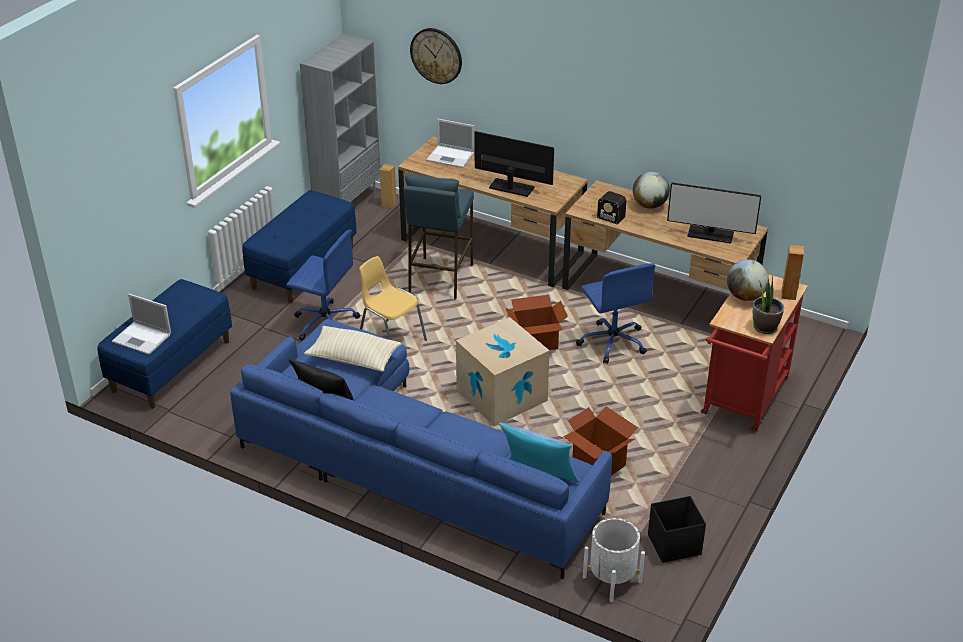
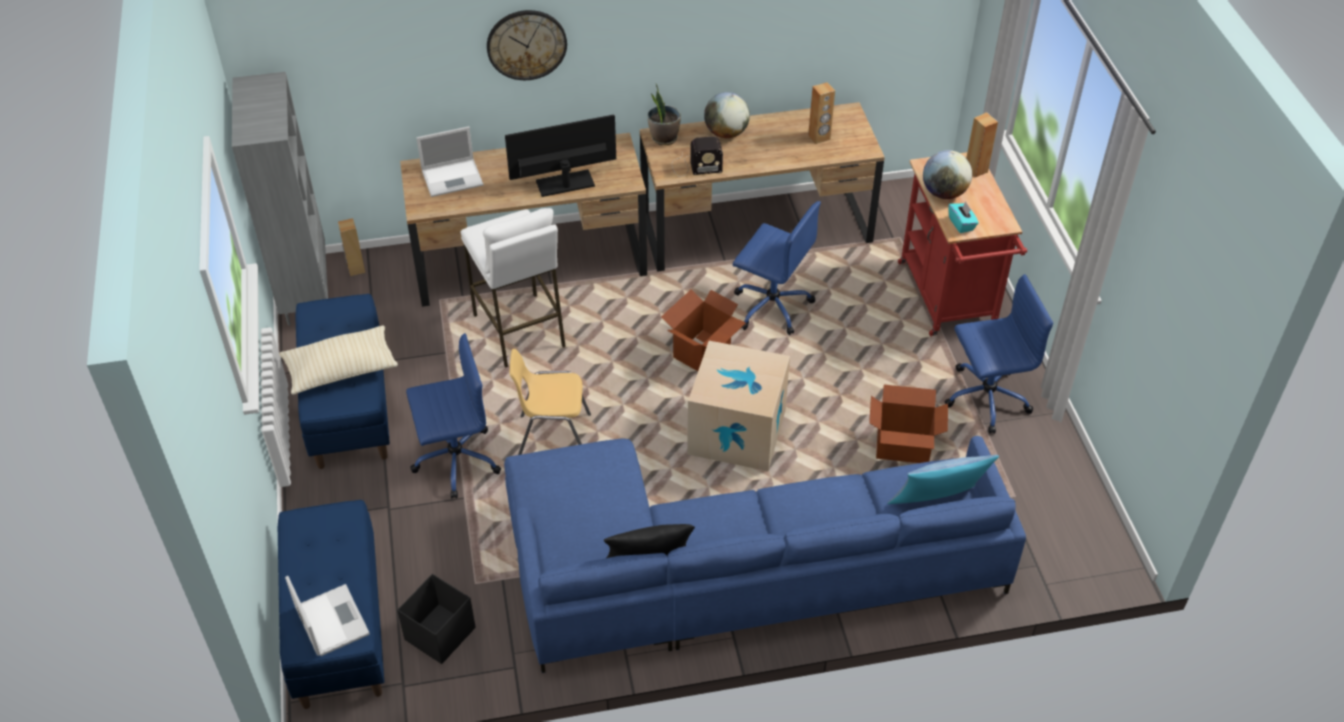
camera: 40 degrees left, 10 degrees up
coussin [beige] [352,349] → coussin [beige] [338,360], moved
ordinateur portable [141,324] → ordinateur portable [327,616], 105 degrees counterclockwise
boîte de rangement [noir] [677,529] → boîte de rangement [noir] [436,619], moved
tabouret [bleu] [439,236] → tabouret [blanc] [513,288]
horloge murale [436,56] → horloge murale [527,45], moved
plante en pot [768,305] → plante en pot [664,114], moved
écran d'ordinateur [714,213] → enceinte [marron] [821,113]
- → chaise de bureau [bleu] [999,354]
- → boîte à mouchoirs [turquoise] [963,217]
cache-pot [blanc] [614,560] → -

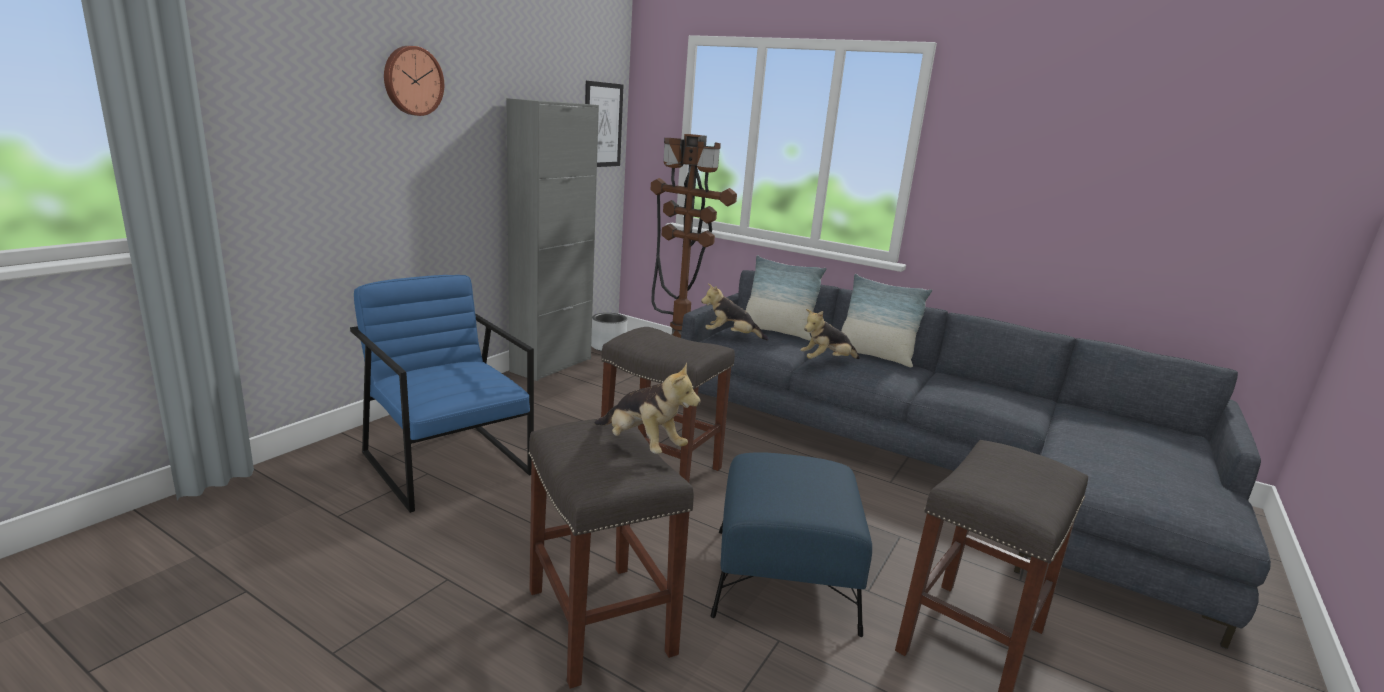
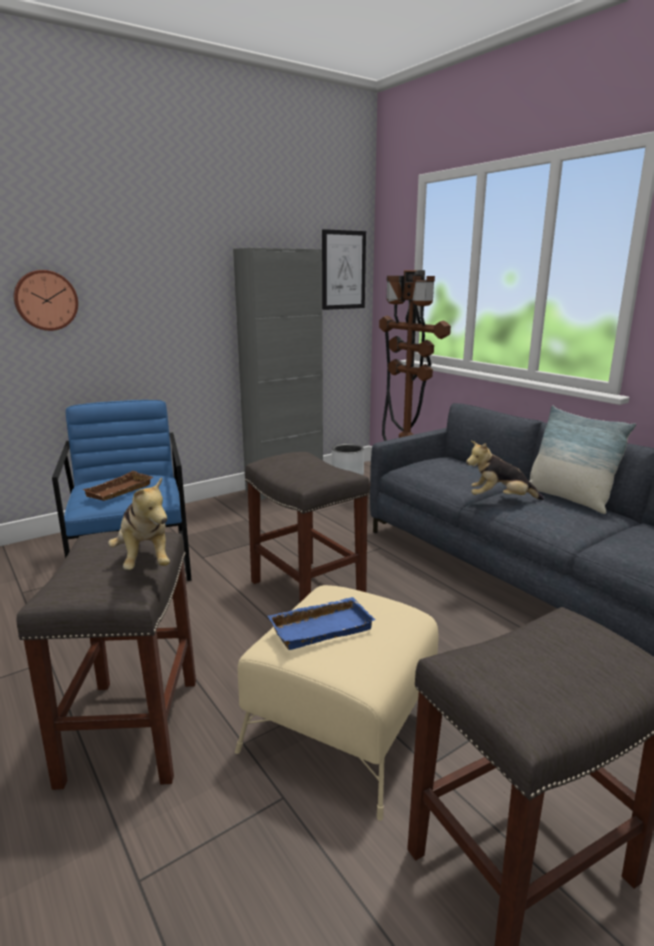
camera: 25 degrees right, 0 degrees up
horloge murale [414,81] → horloge murale [46,300], moved
- → plateau [marron] [117,486]
pouf [bleu] [791,544] → pouf [beige] [337,703]
- → plateau [bleu] [321,623]
peluche [734,312] → -
coussin [786,297] → -

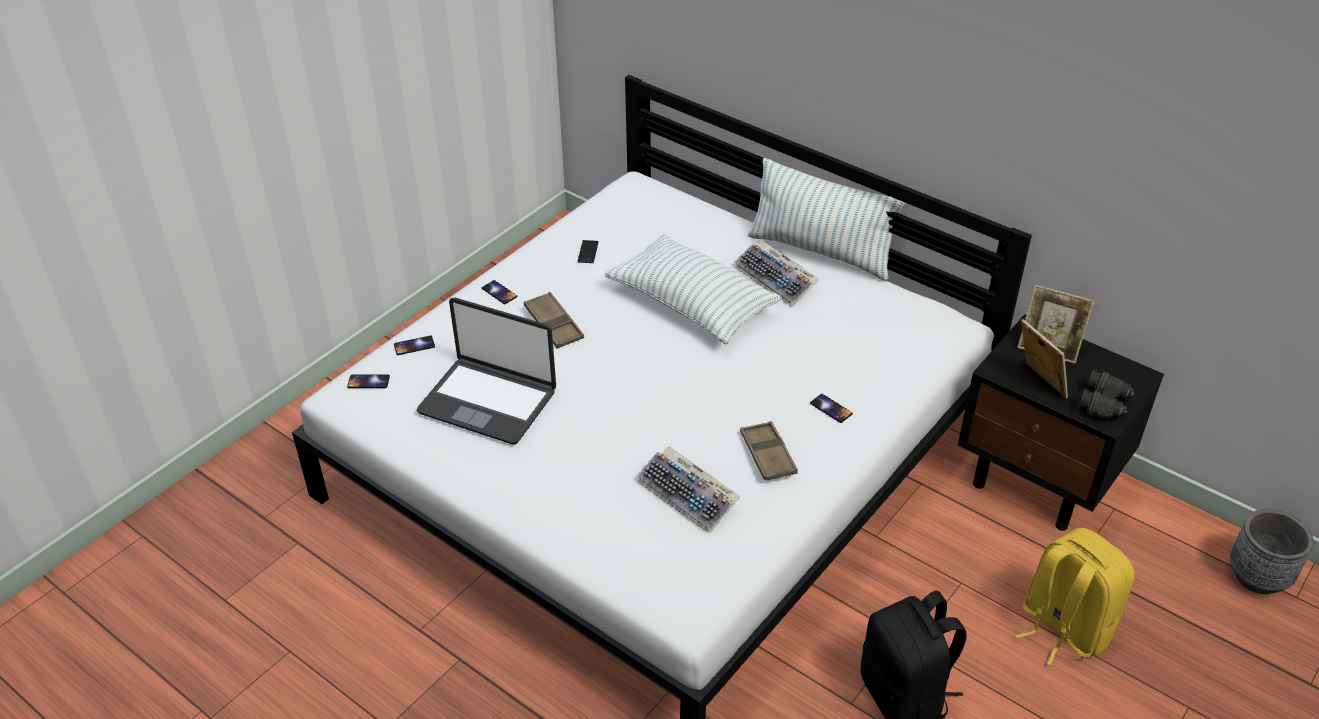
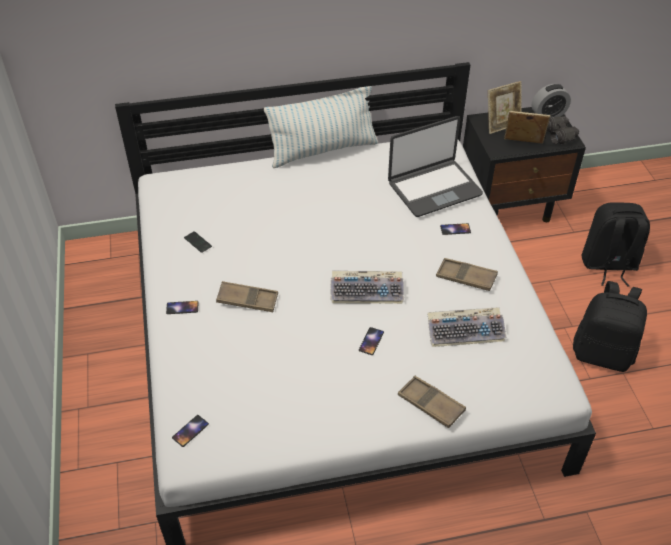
camera: 50 degrees left, 5 degrees up
clavier [777,274] → clavier [367,287], moved
téléphone [414,345] → téléphone [371,341], moved
ordinateur portable [486,371] → ordinateur portable [435,166], moved
- → plateau [marron] [432,402]
- → réveil [551,100]
sac à dos [jaune] [1075,596] → sac à dos [noir] [615,244]
coussin [693,289] → -
cache-pot [gris] [1272,551] → -

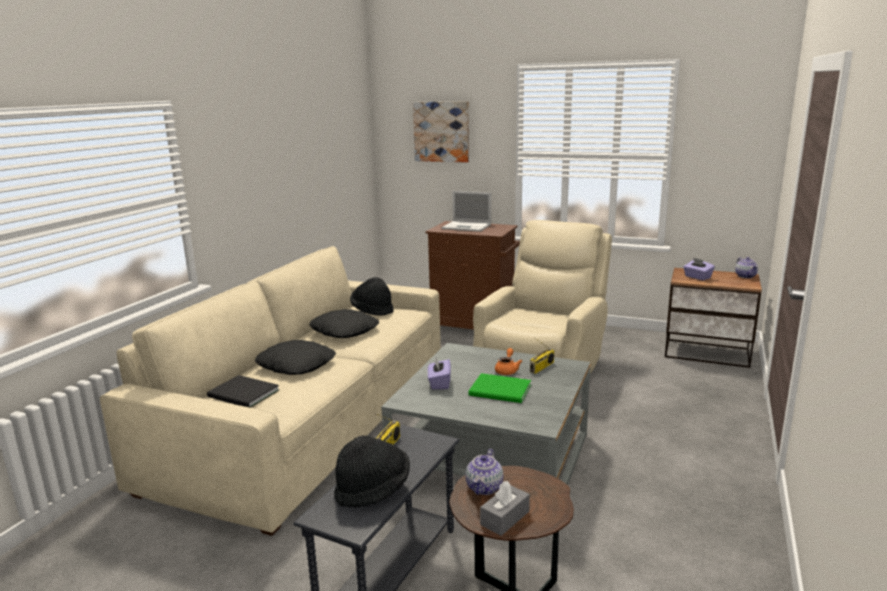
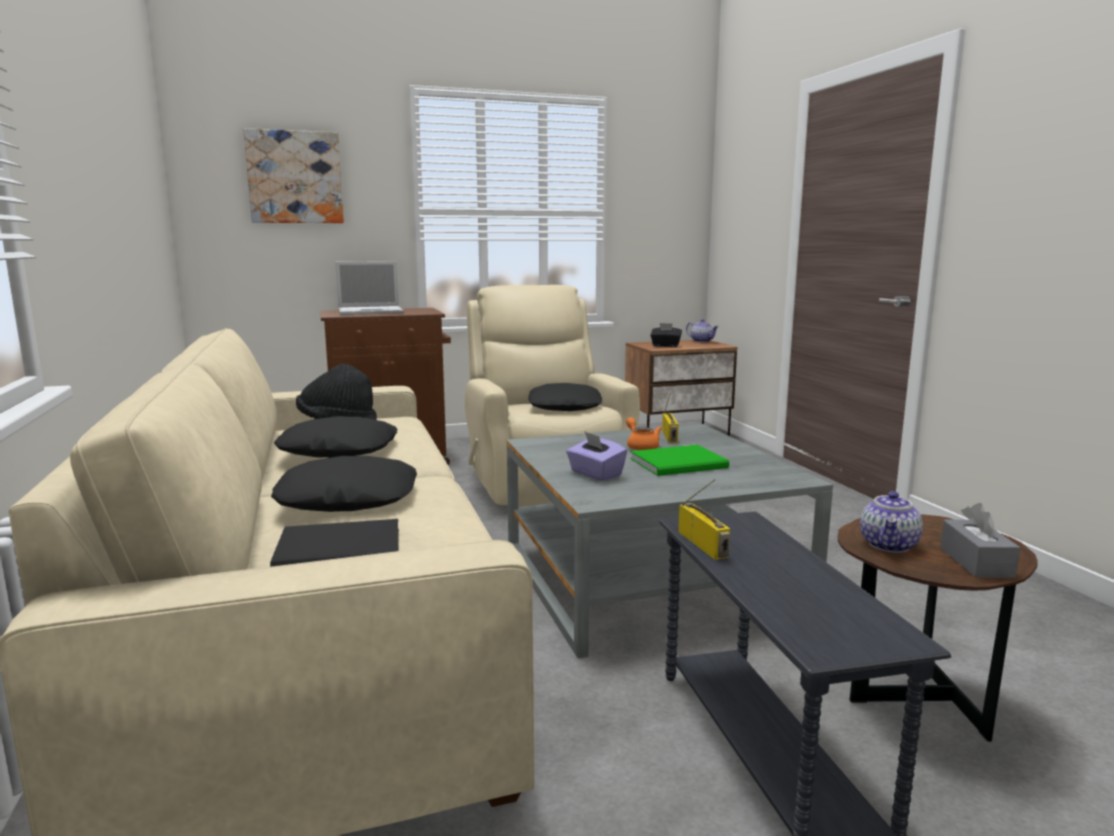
camera: 40 degrees left, 5 degrees down
- → coussin [noir] [565,397]
boîte à mouchoirs [violet] [699,269] → boîte à mouchoirs [noir] [666,335]
théière [485,472] → théière [891,522], 45 degrees clockwise
chapeau [noir] [372,471] → -

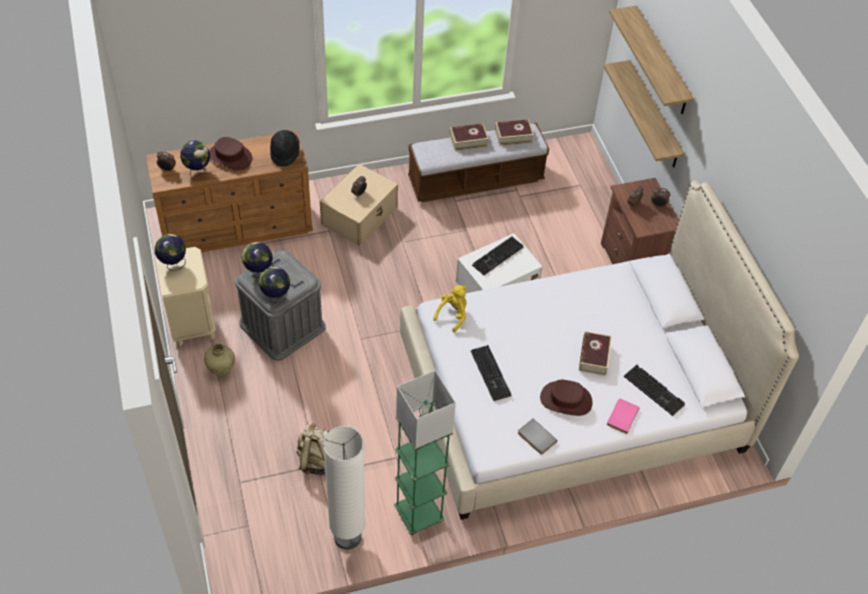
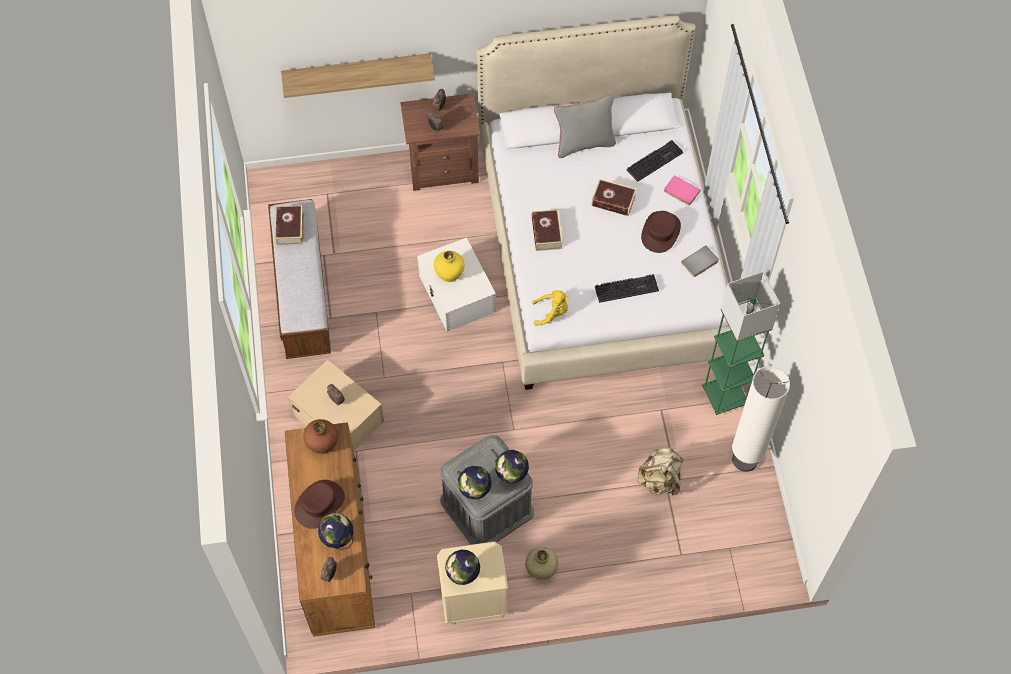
camera: 80 degrees left, 10 degrees up
chapeau [noir] [284,148] → vase [marron] [320,436]
clavier [498,255] → vase [jaune] [449,267]
livre [469,137] → livre [547,230], moved
peluche [jaune] [450,308] → peluche [jaune] [550,308], 135 degrees clockwise
- → coussin [gris] [585,126]
étagère [651,59] → -

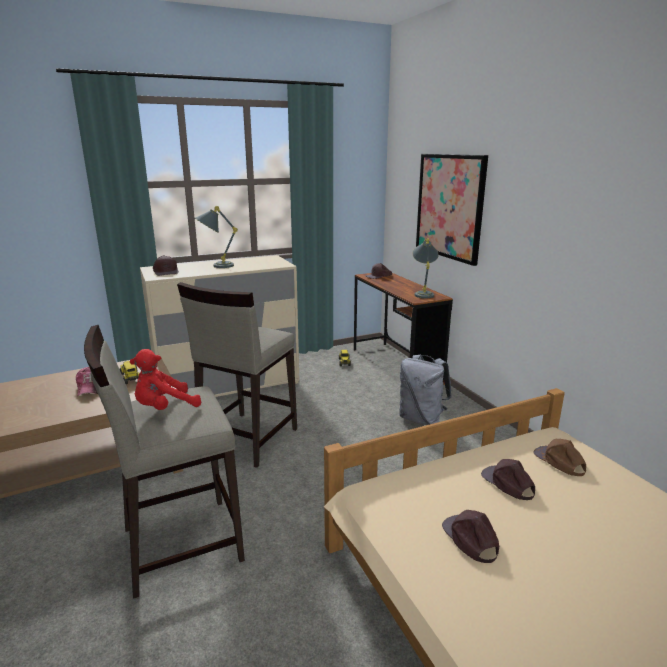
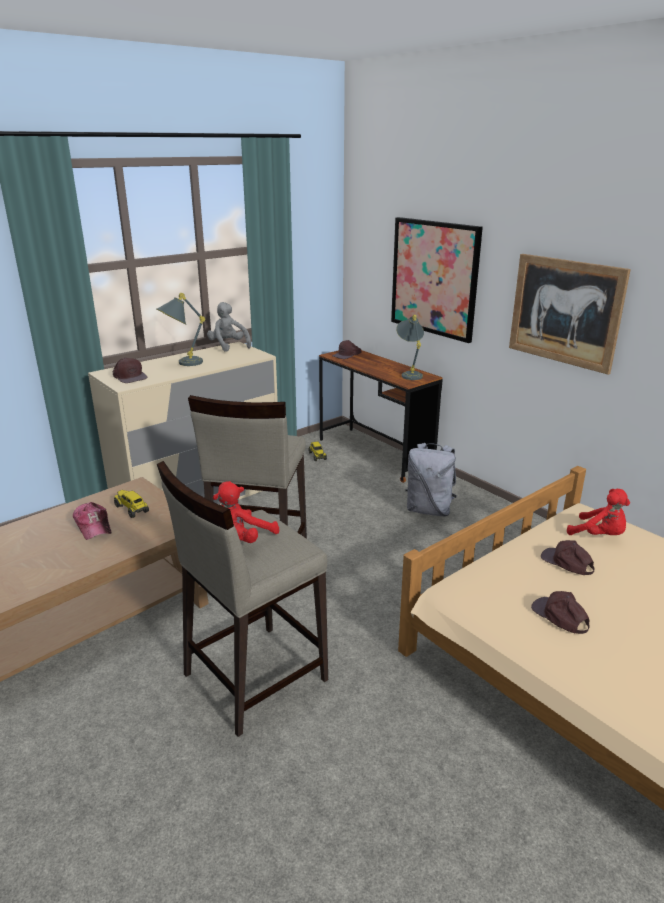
camera: 15 degrees left, 5 degrees up
- → peluche [gris] [229,327]
- → tableau [570,314]
casquette [marron] [559,457] → peluche [rouge] [598,512]

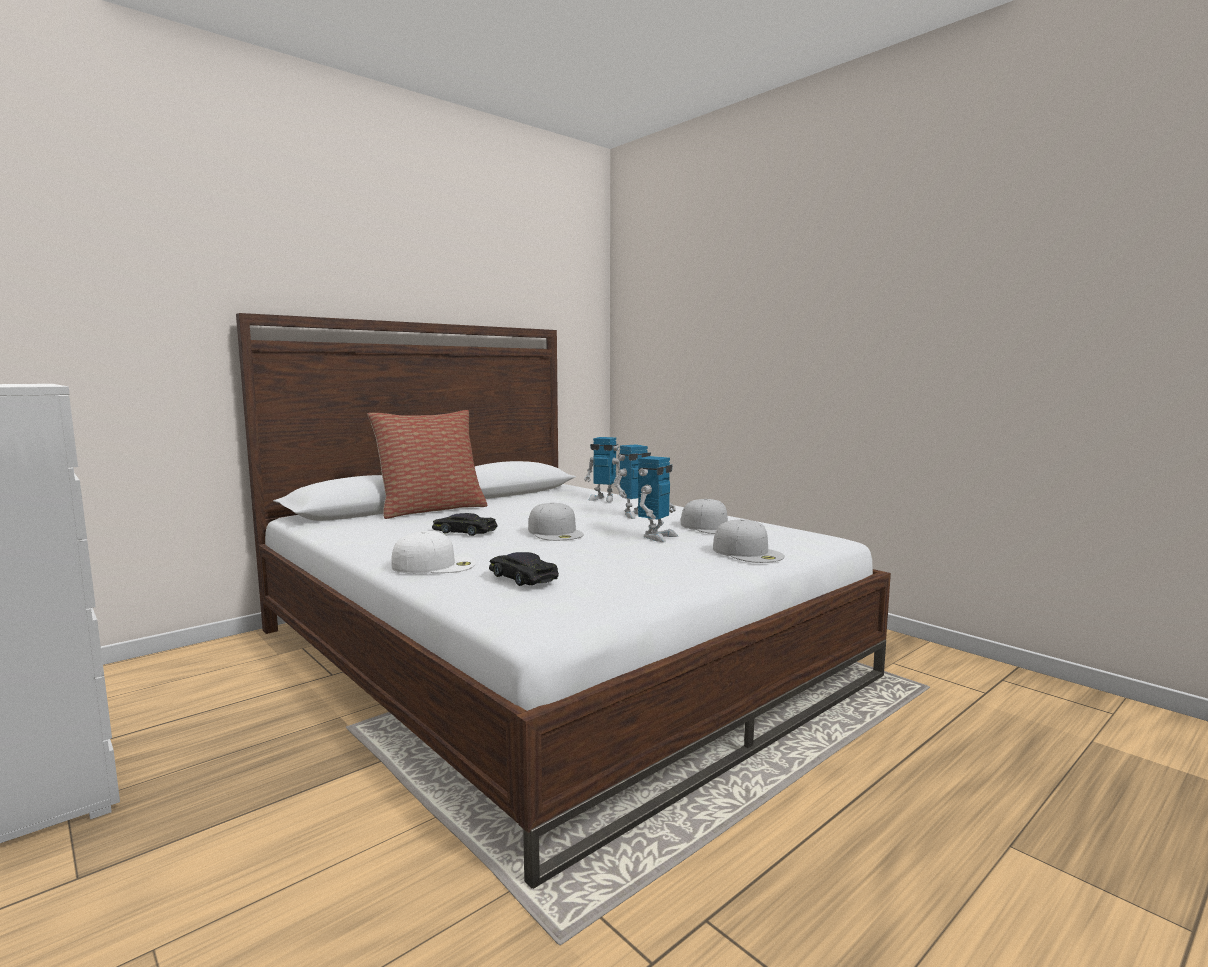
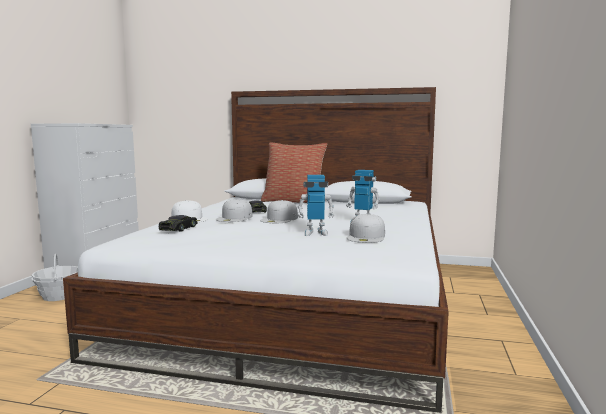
camera: 55 degrees right, 0 degrees up
- → panier [54,277]
casquette [blanc] [749,541] → casquette [blanc] [234,210], moved
robot jouet [602,469] → -

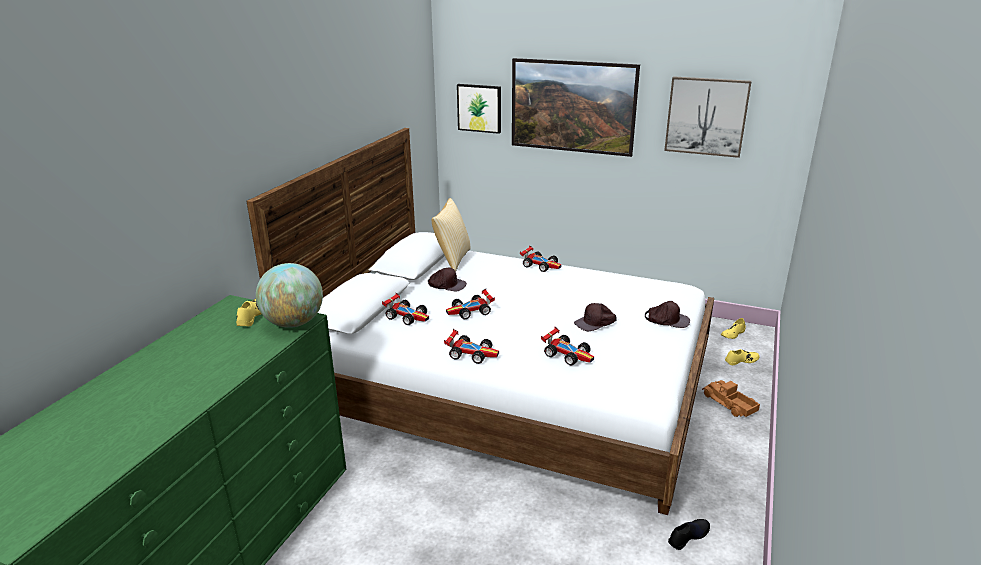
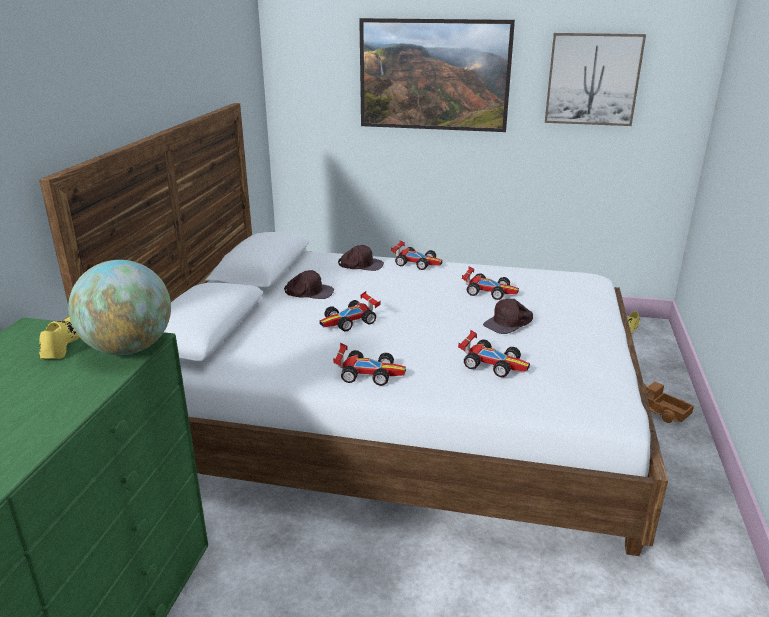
camera: 10 degrees left, 0 degrees up
casquette [marron] [667,314] → casquette [marron] [361,258], moved
petite voiture [405,309] → petite voiture [490,283], moved
coussin [451,235] → -
tableau [479,109] → -
chaussure [noir] [689,534] → -
chaussure [jaune] [742,357] → -

